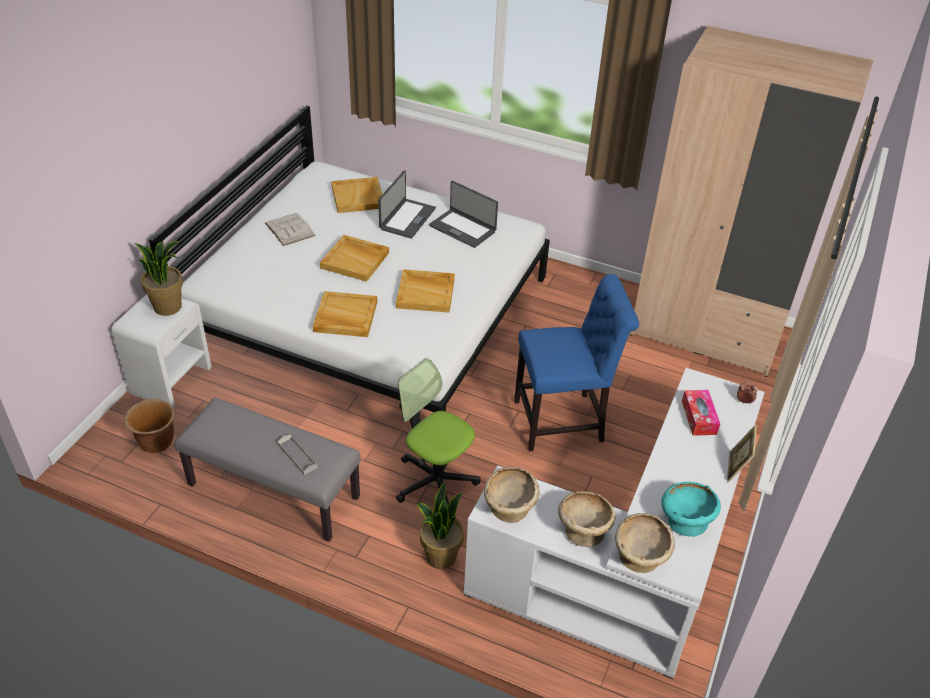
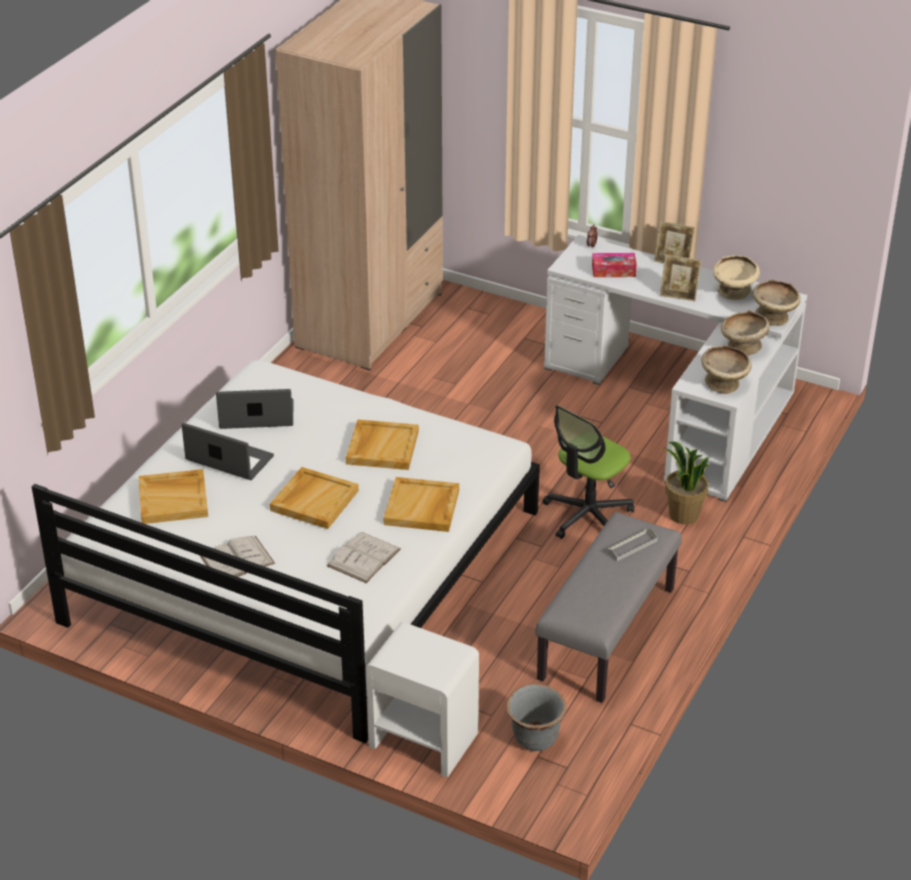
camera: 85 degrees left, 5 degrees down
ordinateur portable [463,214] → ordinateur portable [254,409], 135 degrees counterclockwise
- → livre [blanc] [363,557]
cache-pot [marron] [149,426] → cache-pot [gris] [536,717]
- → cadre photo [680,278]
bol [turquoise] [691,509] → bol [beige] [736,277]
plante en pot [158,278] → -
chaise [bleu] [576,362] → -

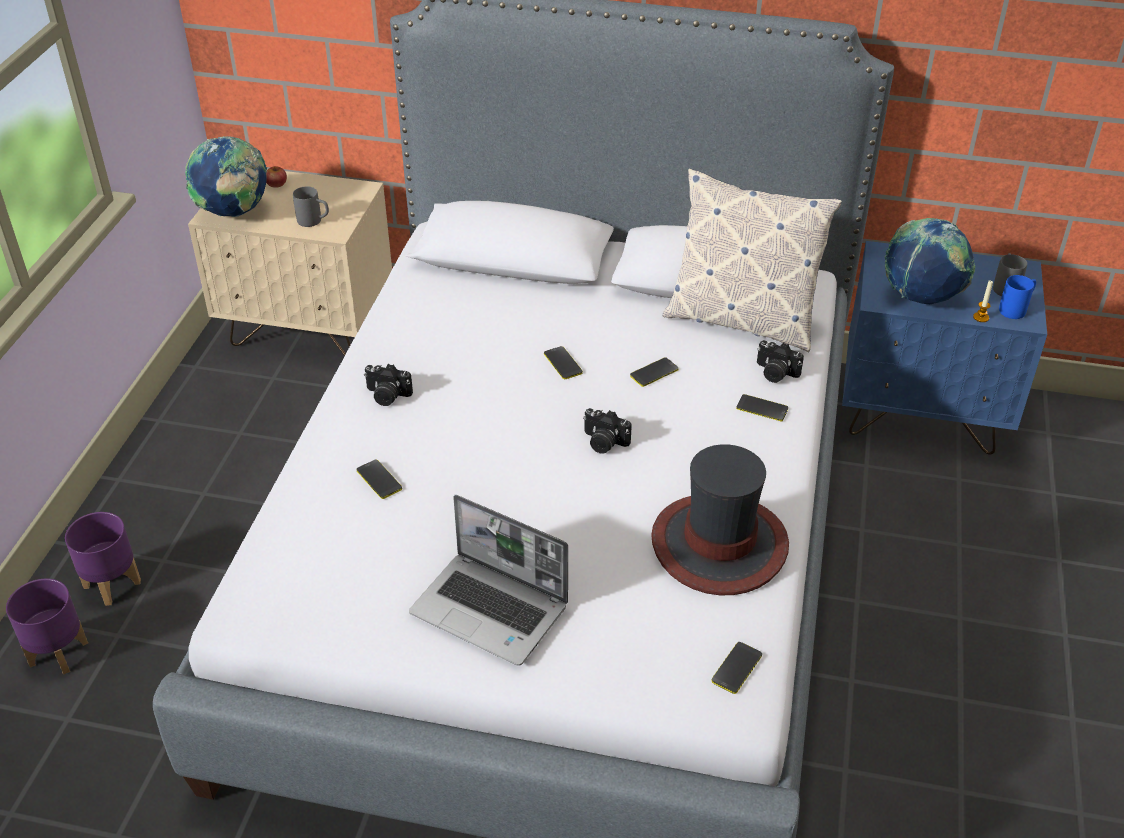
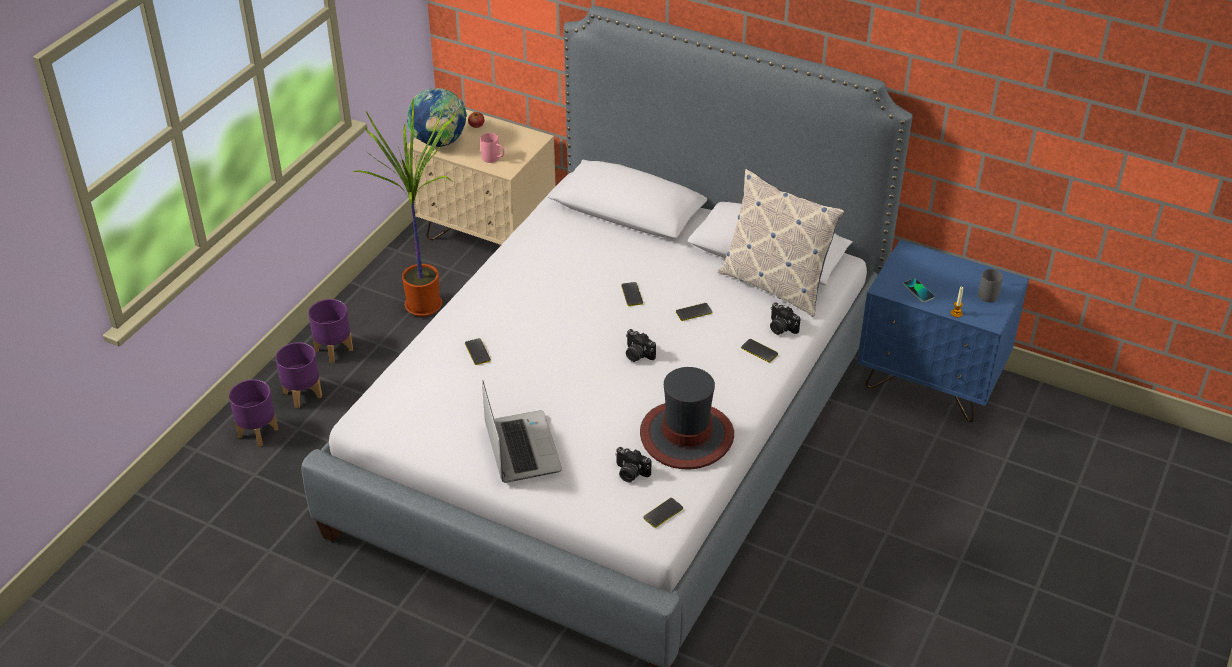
camera: 15 degrees right, 0 degrees up
- → cache-pot [violet] [330,331]
- → plante en pot [404,207]
mug [gris] [311,206] → mug [rose] [492,148]
ordinateur portable [488,580] → ordinateur portable [522,431], 150 degrees counterclockwise
appareil photo [388,385] → appareil photo [633,464], moved
globe [930,261] → téléphone [919,290]
mug [bleu] [1017,297] → -

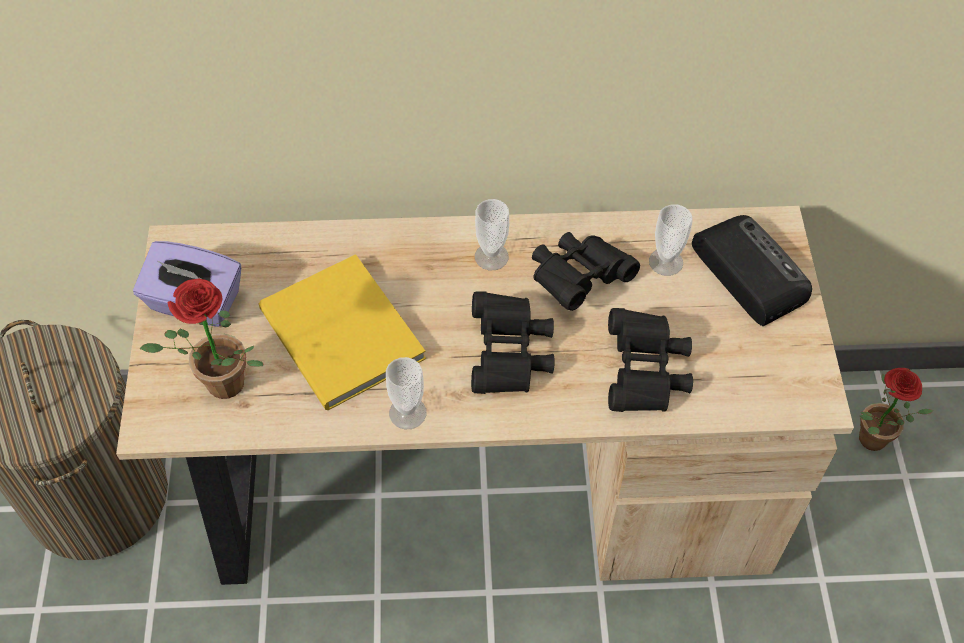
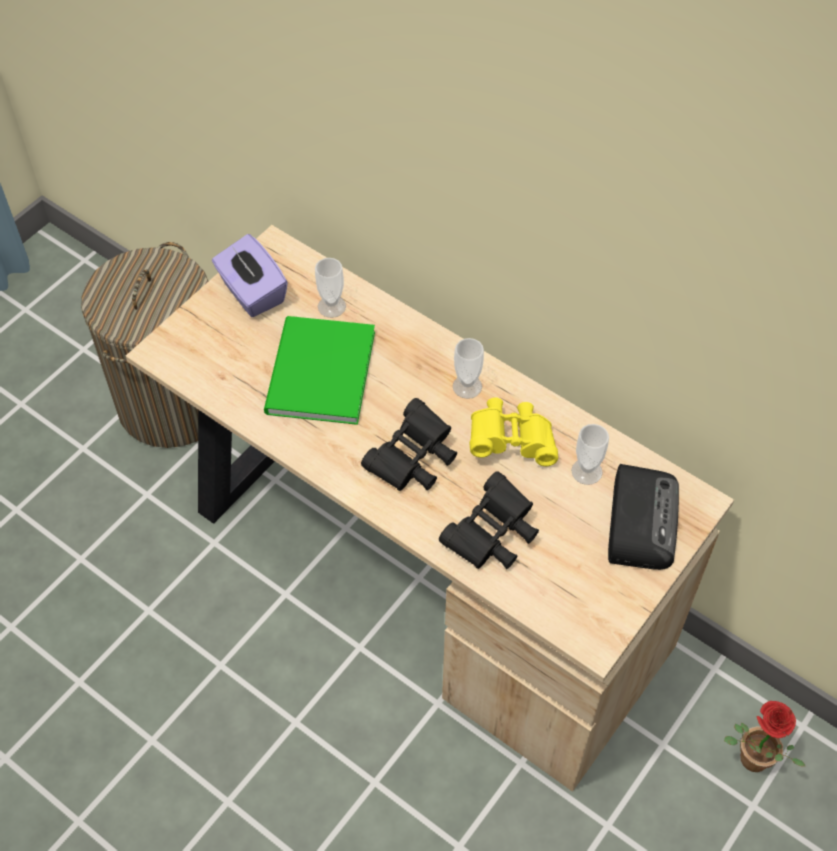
camera: 40 degrees right, 0 degrees up
livre [jaune] [342,332] → livre [vert] [319,370]
tasse [406,393] → tasse [330,288], moved
jumelles [noir] [586,271] → jumelles [jaune] [513,431]
plante en pot [201,339] → -

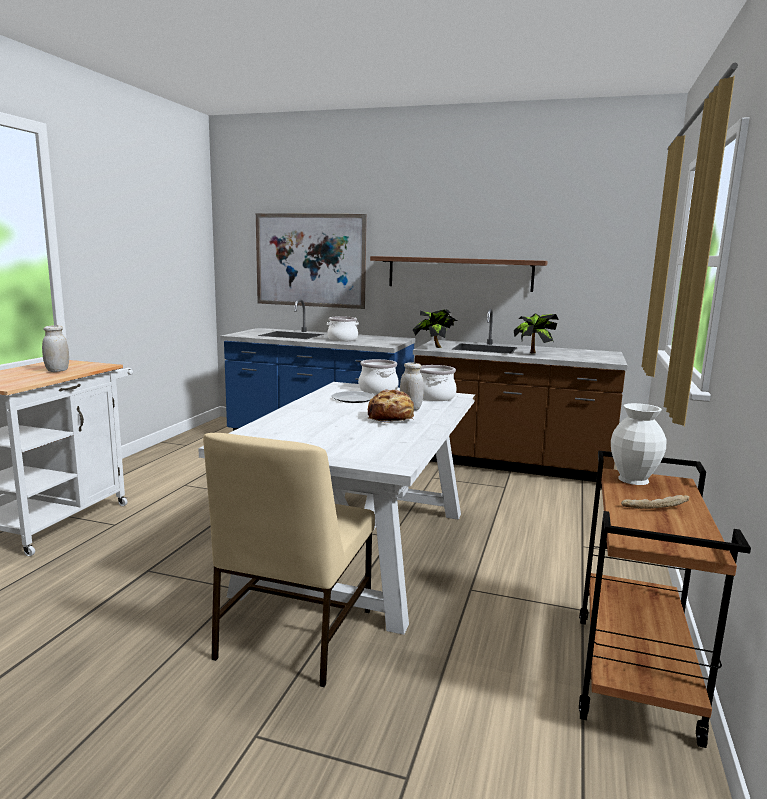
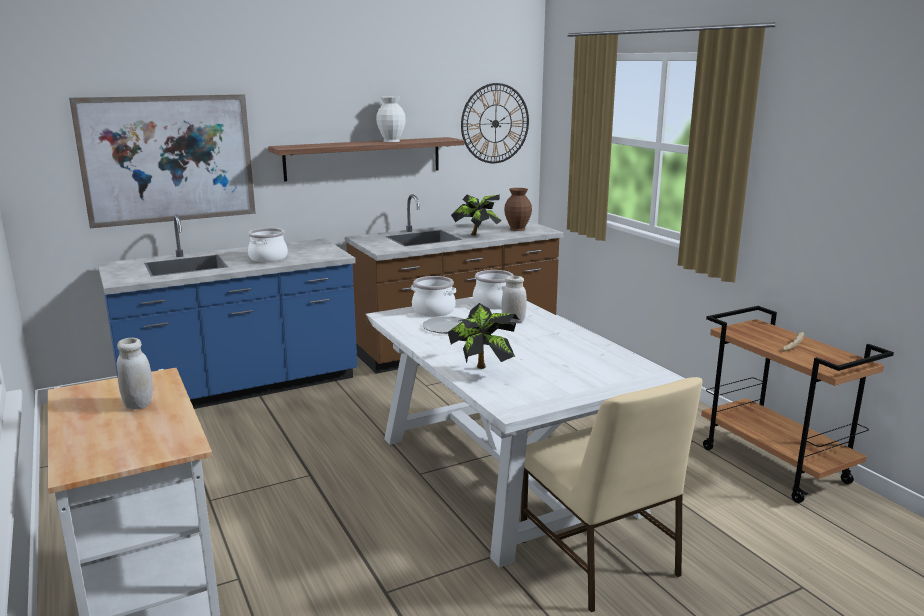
camera: 45 degrees left, 5 degrees up
vase [blanc] [638,444] → vase [blanc] [391,119], moved
plante en pot [434,328] → plante en pot [483,336], moved
- → horloge murale [495,123]
- → vase [marron] [518,209]
pain [391,406] → -

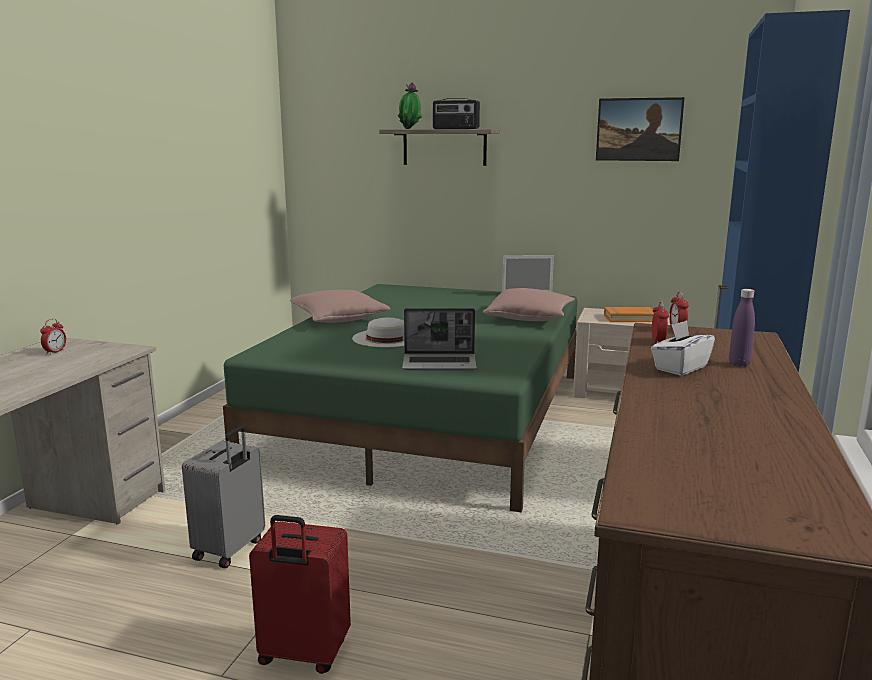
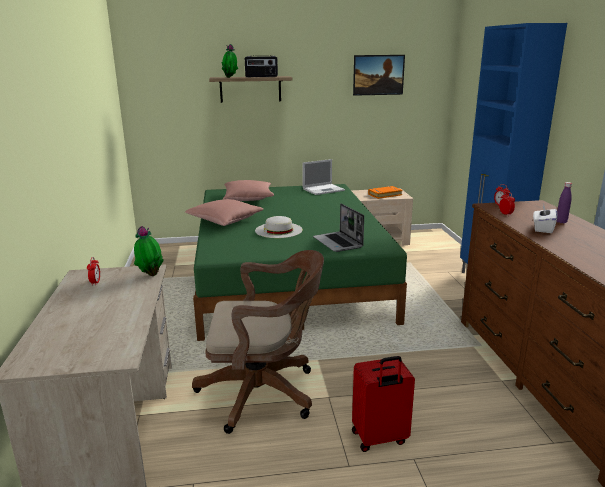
camera: 25 degrees left, 5 degrees up
- → plante en pot [149,251]
valise [gris] [223,497] → chaise de bureau [marron] [258,342]
coussin [rose] [529,304] → coussin [rose] [248,190], moved
ordinateur portable [439,339] → ordinateur portable [338,227], 90 degrees clockwise

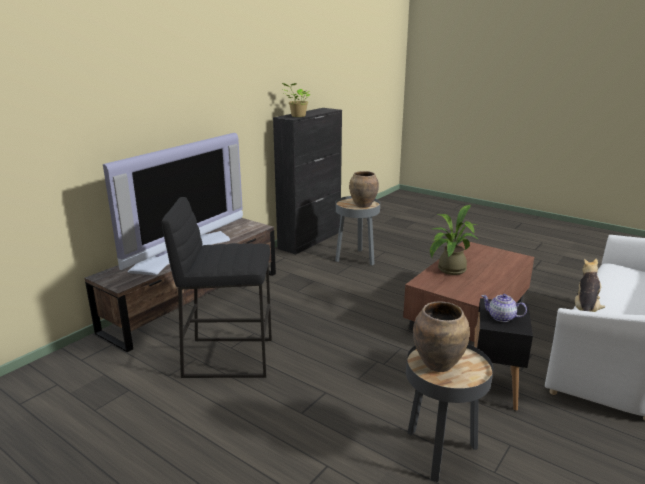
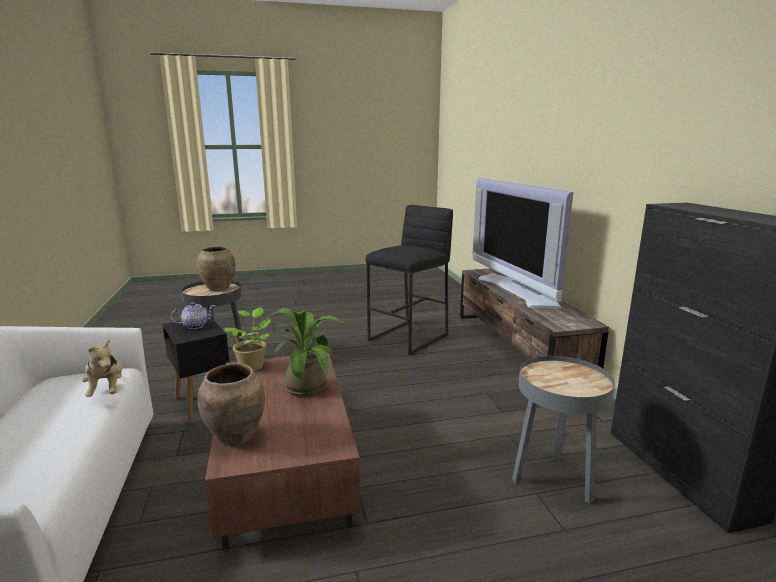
camera: 130 degrees right, 5 degrees down
vase [marron] [364,189] → vase [marron] [231,404], moved
plante en pot [296,100] → plante en pot [248,339], moved

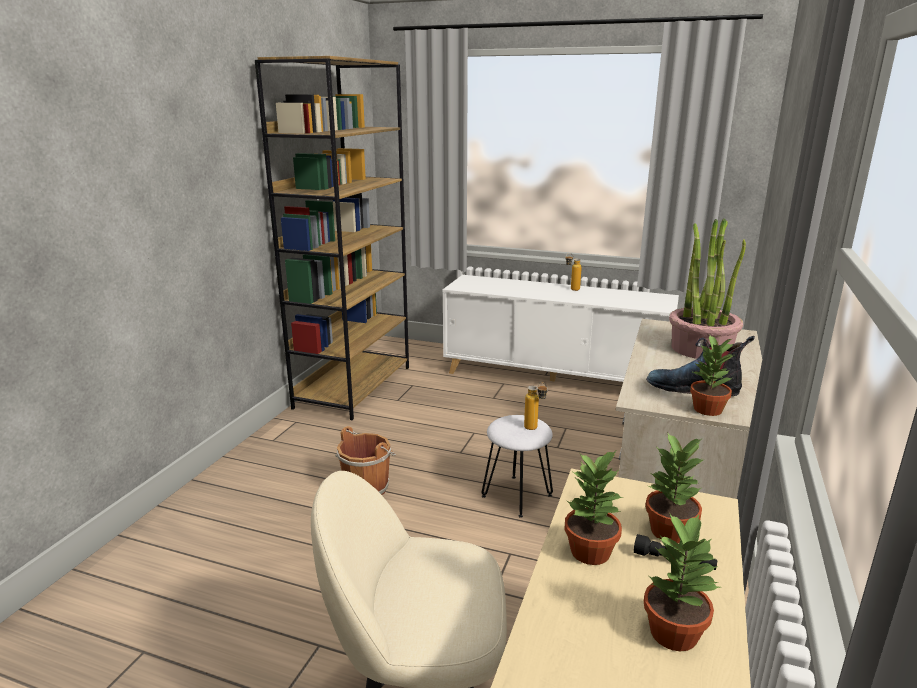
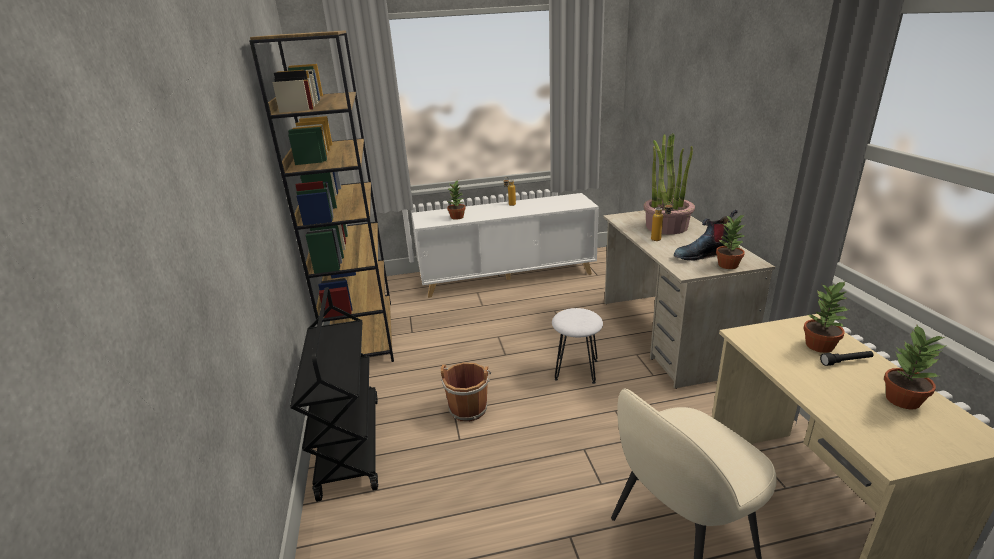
camera: 30 degrees left, 5 degrees up
- → chariot [noir] [334,394]
plante en pot [593,508] → plante en pot [456,200], moved
bouteille [536,406] → bouteille [662,221], moved

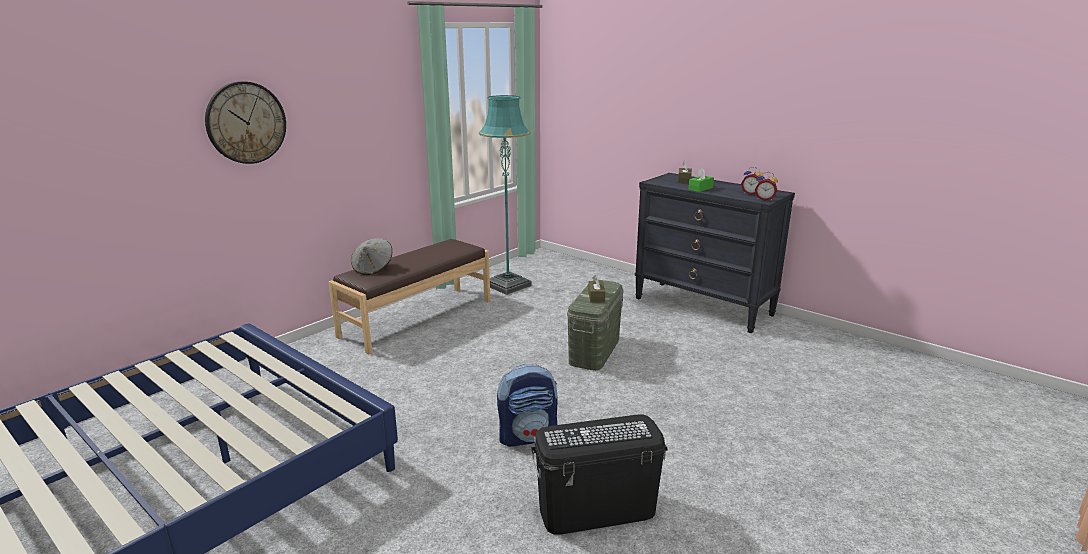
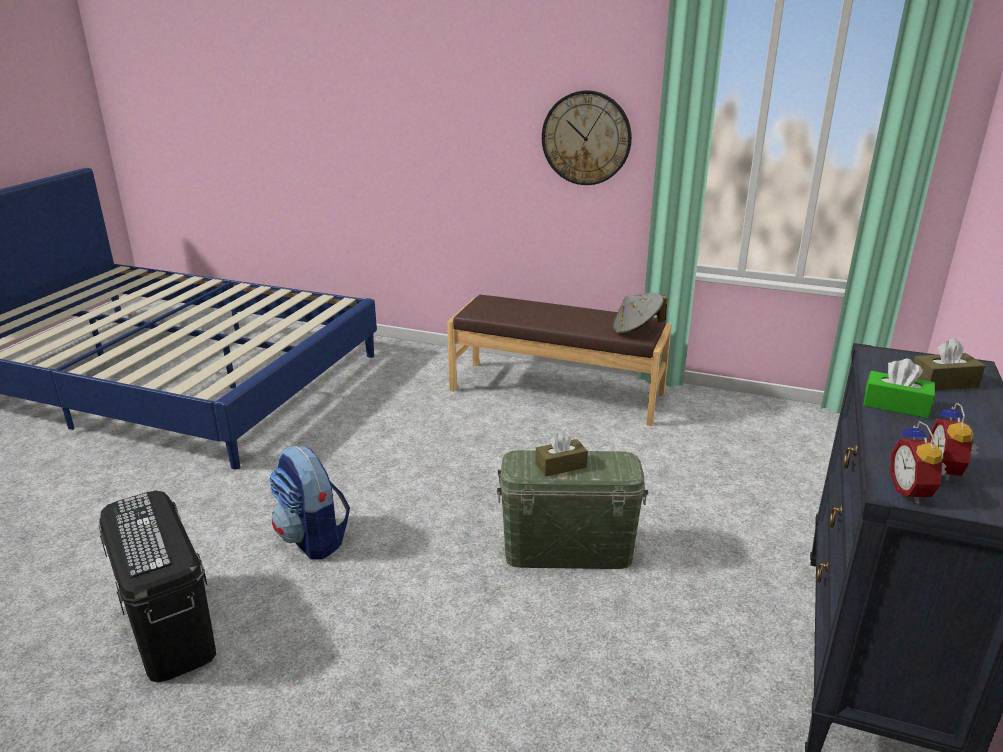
camera: 70 degrees right, 5 degrees up
horloge murale [245,122] → horloge murale [587,137], moved
chapeau [gris] [371,256] → chapeau [gris] [640,314], moved
lampadaire [turquoise] [505,195] → -

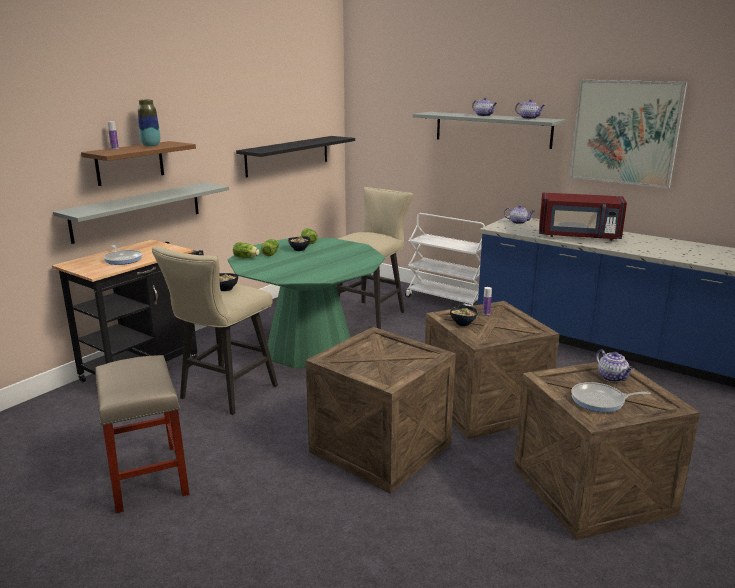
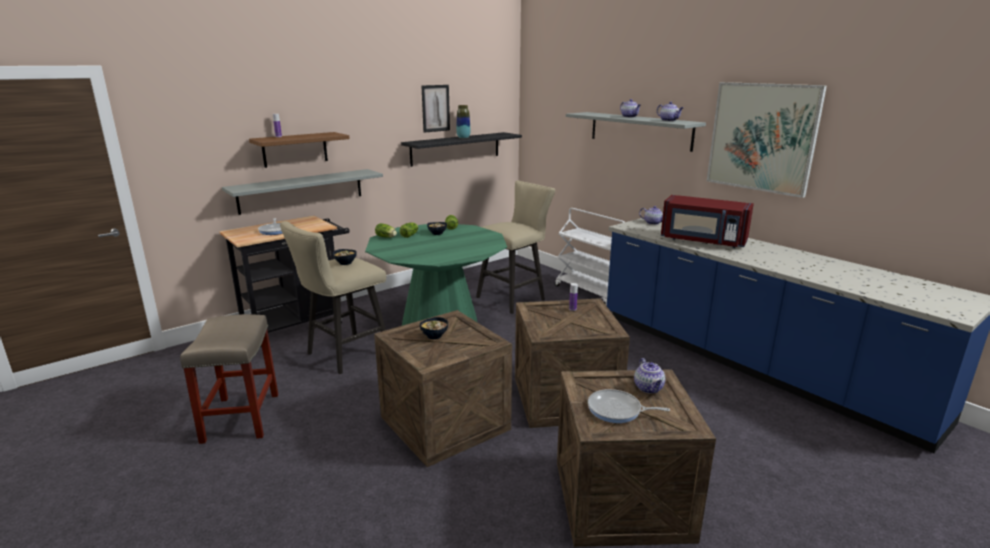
camera: 15 degrees right, 0 degrees up
bol [464,316] → bol [434,328], moved
- → tableau [436,109]
vase [149,123] → vase [463,121], moved

